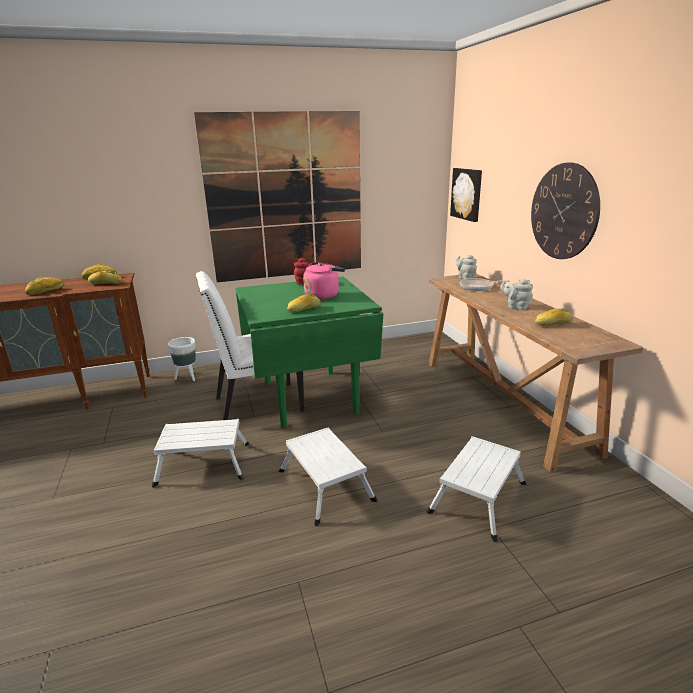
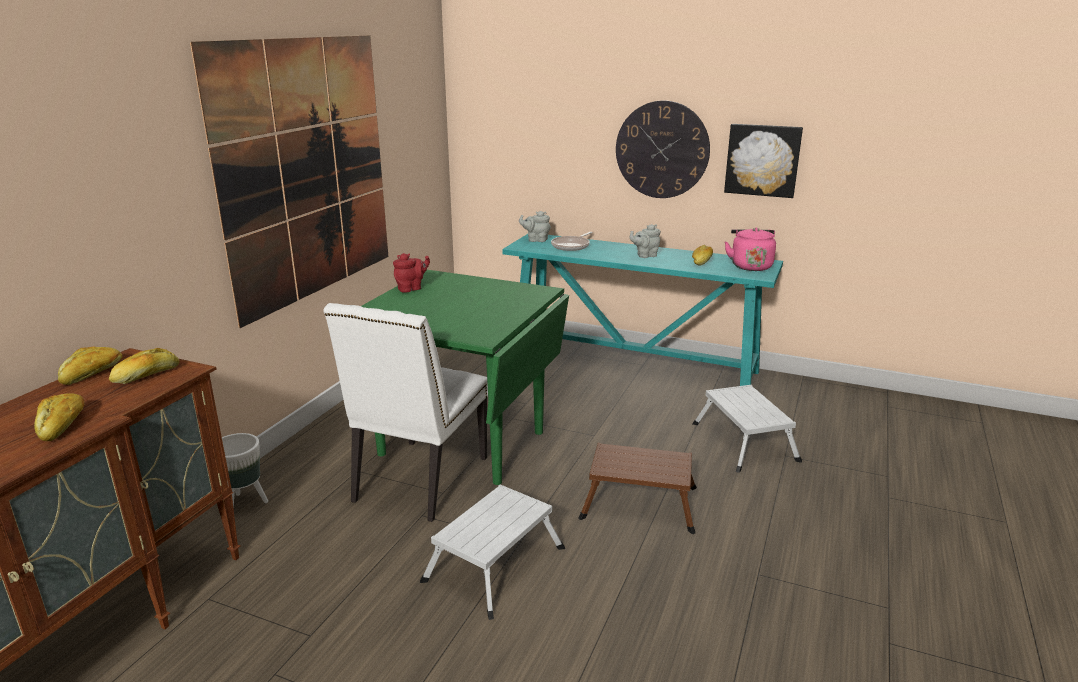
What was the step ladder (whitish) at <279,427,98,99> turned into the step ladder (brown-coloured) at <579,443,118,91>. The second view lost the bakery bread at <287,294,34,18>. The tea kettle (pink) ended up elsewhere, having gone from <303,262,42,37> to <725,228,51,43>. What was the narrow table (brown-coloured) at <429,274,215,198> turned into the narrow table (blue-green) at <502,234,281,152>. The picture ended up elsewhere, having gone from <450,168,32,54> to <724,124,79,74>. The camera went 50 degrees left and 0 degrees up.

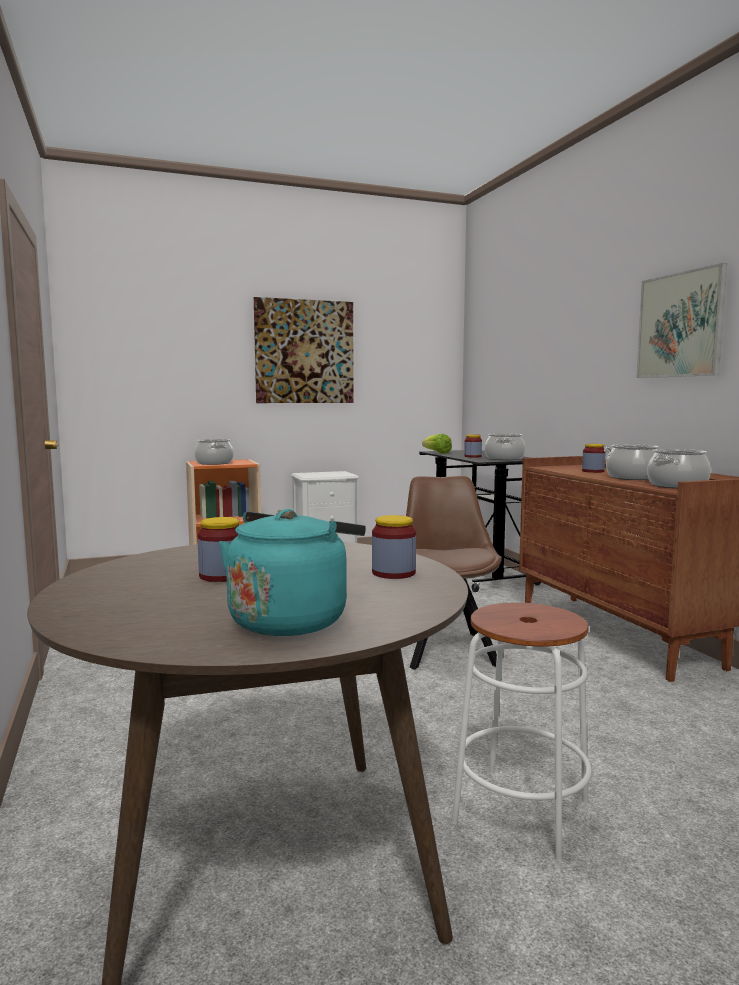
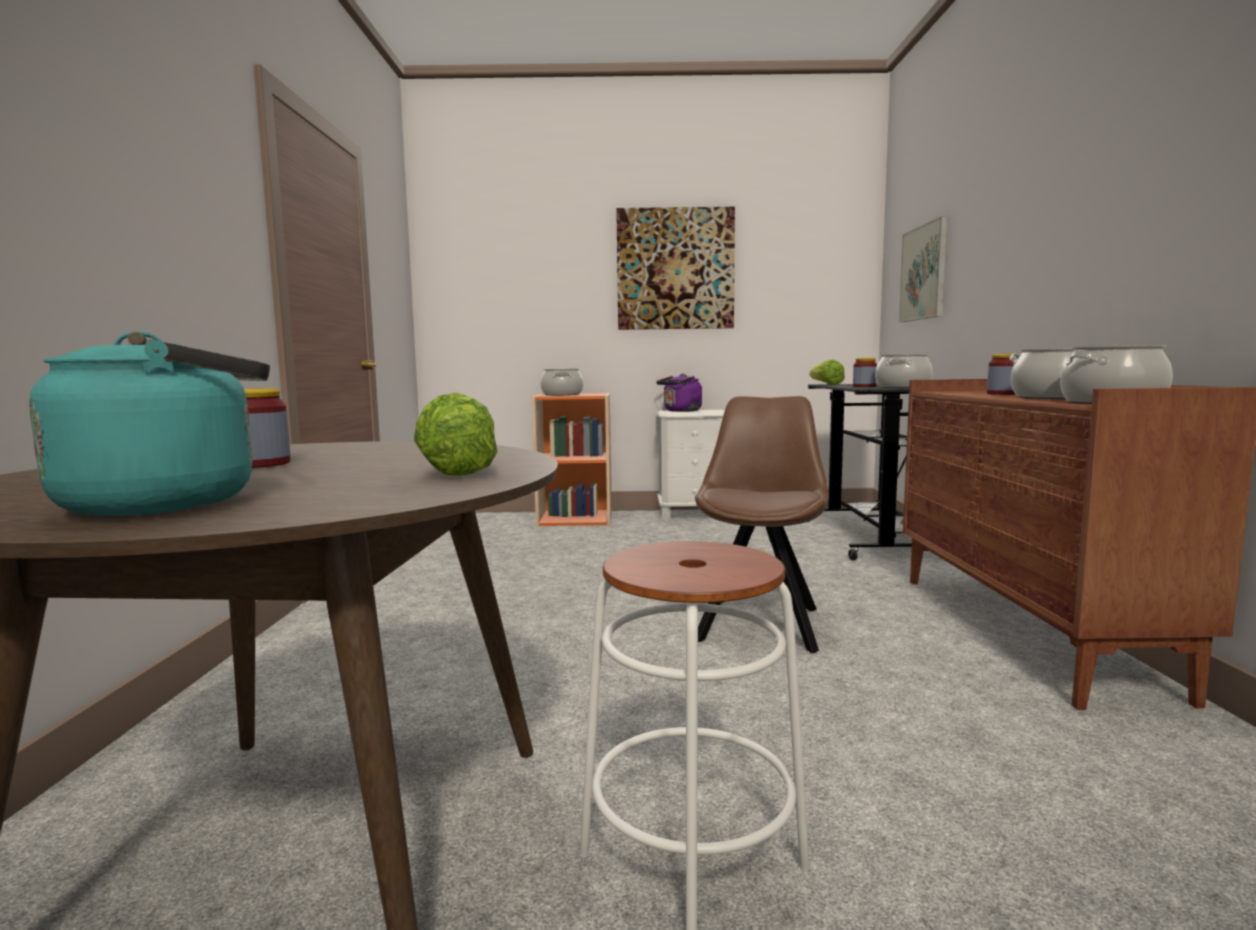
Where the storage jar stood at <372,515,44,64>, the lettuce head came to stand at <414,392,84,84>. The picture ended up elsewhere, having gone from <636,263,91,115> to <899,216,48,106>. The second view gained the tea kettle (purple-coloured) at <656,374,46,38>. The camera went 20 degrees right and 0 degrees up.

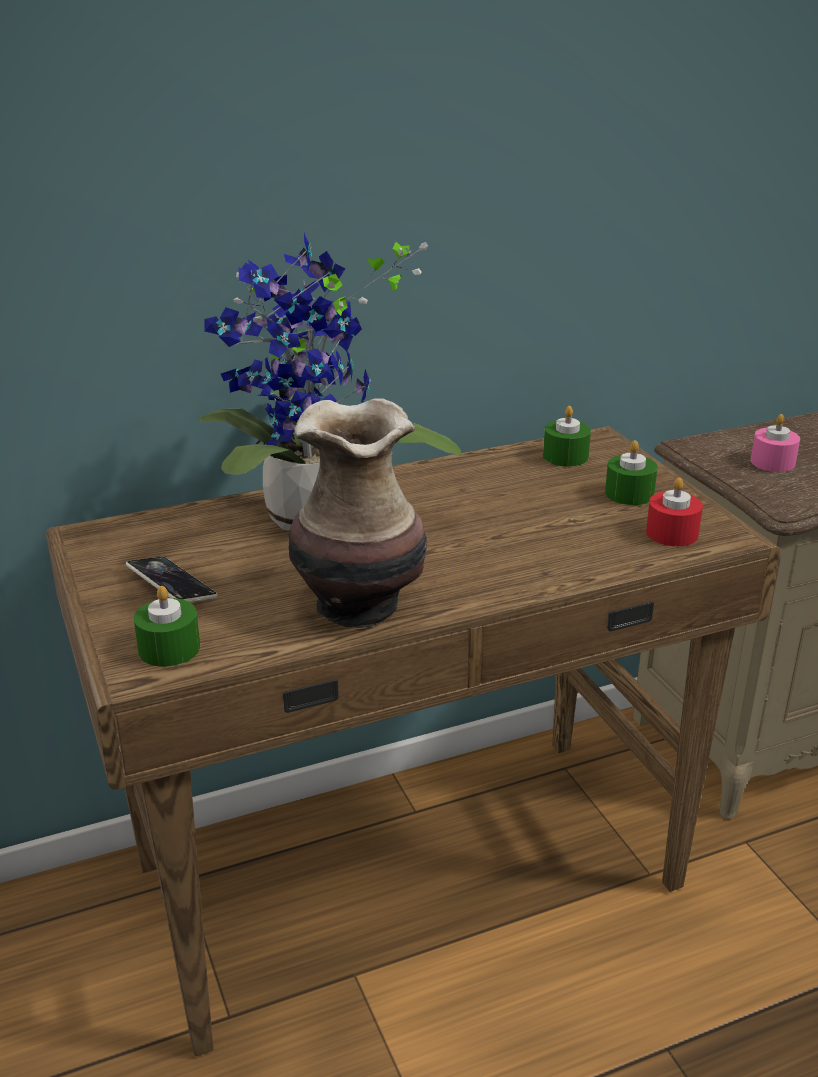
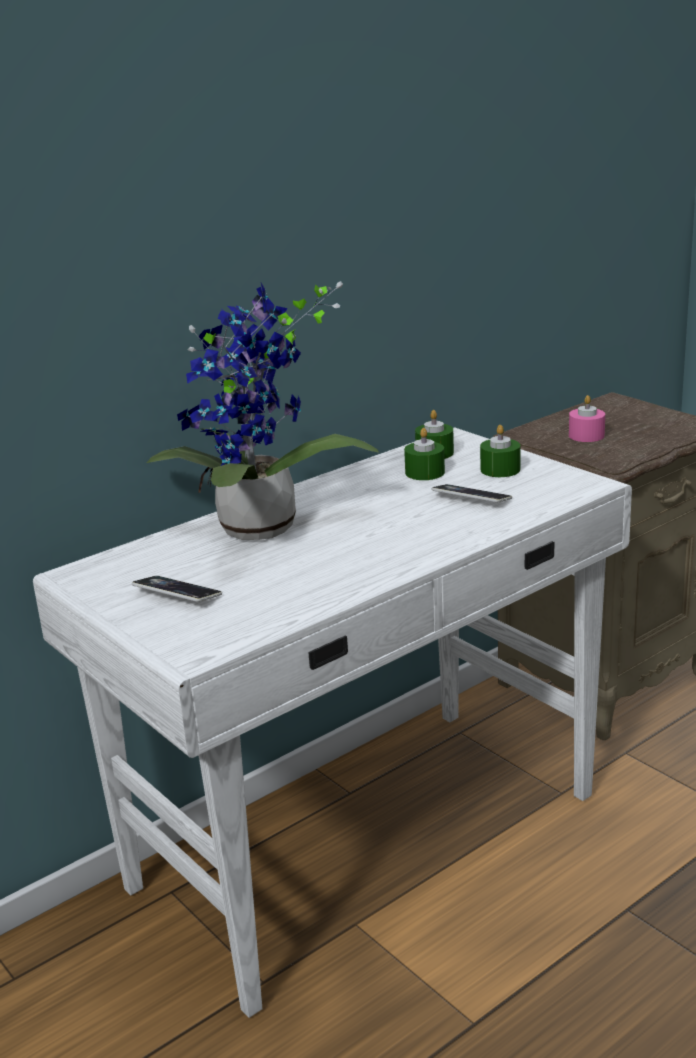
What was the narrow table (brown-coloured) at <46,426,735,631> turned into the narrow table (whitish) at <33,428,599,590>. The wax candle (green) ended up elsewhere, having gone from <134,586,66,81> to <404,428,41,52>. The second view lost the decorative vase at <288,398,139,230>. The second view lost the wax candle (red-coloured) at <646,477,57,69>. The second view gained the telephone at <431,484,81,18>. The camera went 15 degrees left and 5 degrees down.

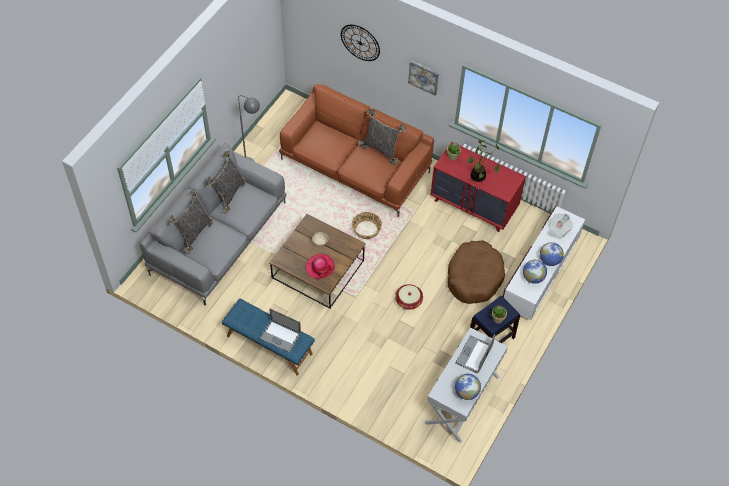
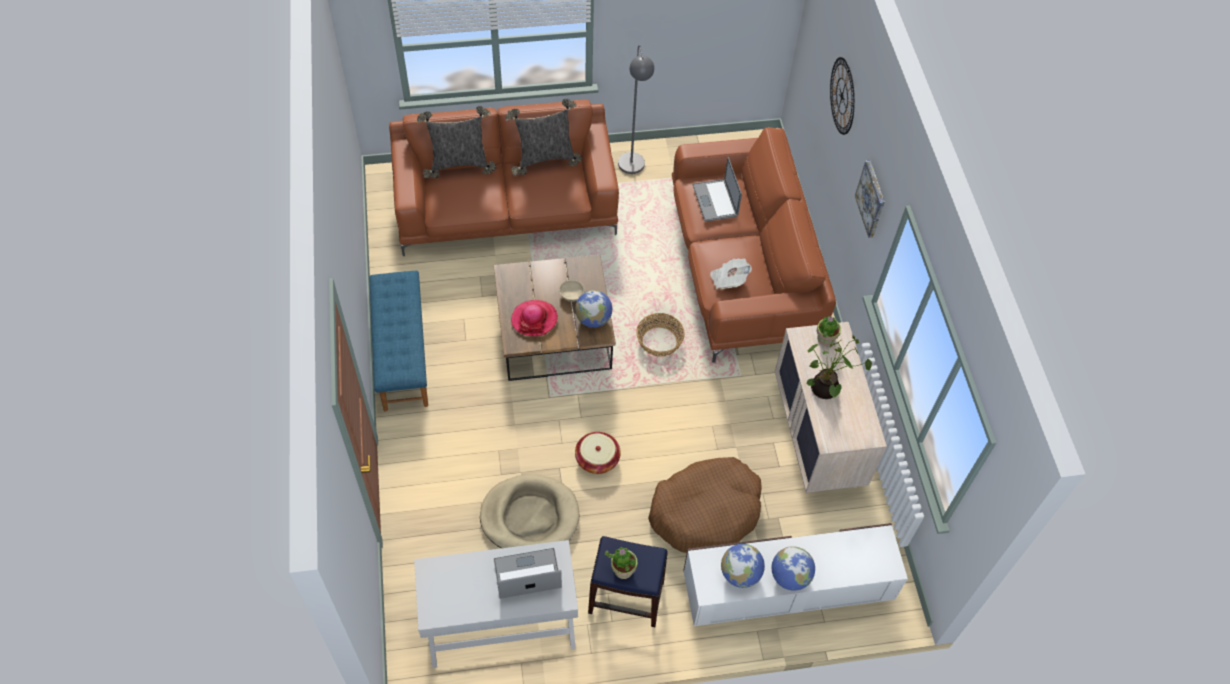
What was the settee (gray) at <139,143,148,163> turned into the settee (brown-coloured) at <389,100,230,156>. The notebook computer ended up elsewhere, having gone from <259,309,42,44> to <693,157,49,65>. The second view lost the cushion at <357,109,50,56>. What was the drawer chest (red-coloured) at <430,142,96,90> turned into the drawer chest (beige) at <775,322,112,172>. The desk globe ended up elsewhere, having gone from <455,374,26,26> to <575,290,37,38>. The daily paper ended up elsewhere, having gone from <547,213,26,26> to <710,259,42,30>. The second view gained the dog cushion (beige) at <480,474,99,74>. The camera went 50 degrees right and 0 degrees up.

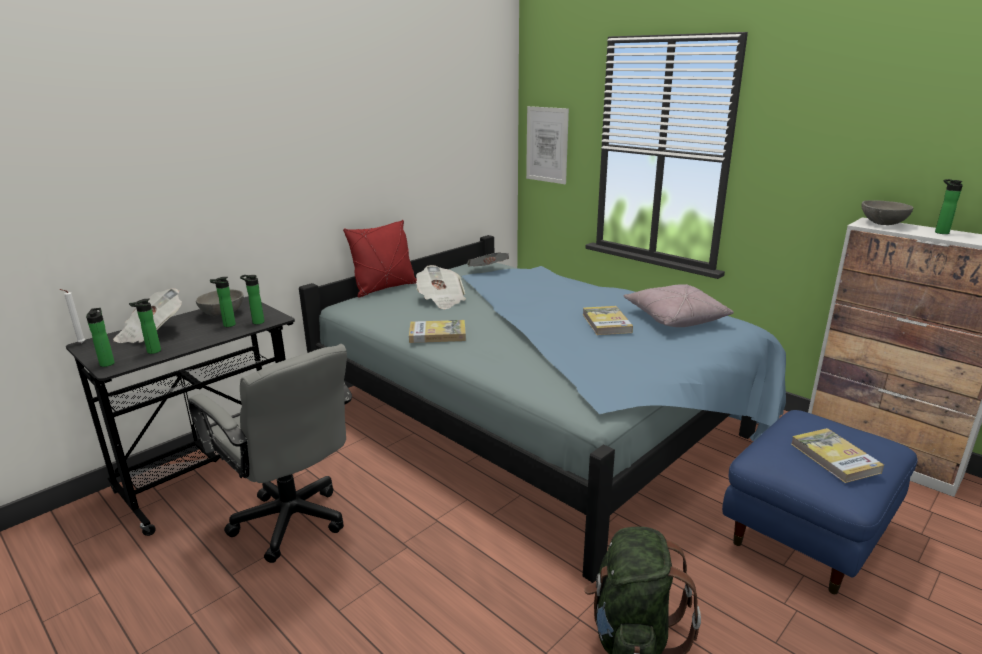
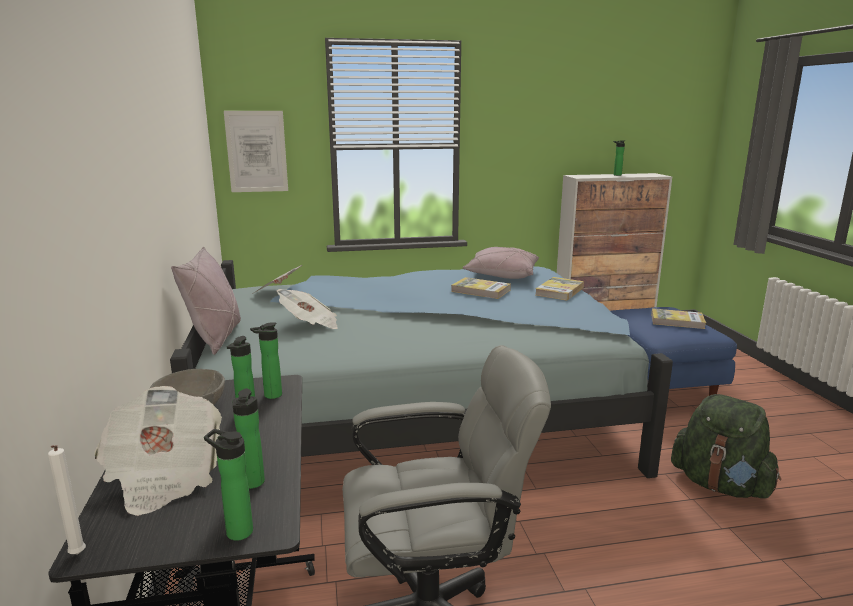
What was the cushion (red-coloured) at <343,220,74,78> turned into the cushion (purple-coloured) at <171,247,70,108>. The volume ended up elsewhere, having gone from <409,320,57,23> to <535,277,49,24>. The second view lost the bowl (gray) at <861,200,52,25>. The camera went 55 degrees left and 5 degrees down.

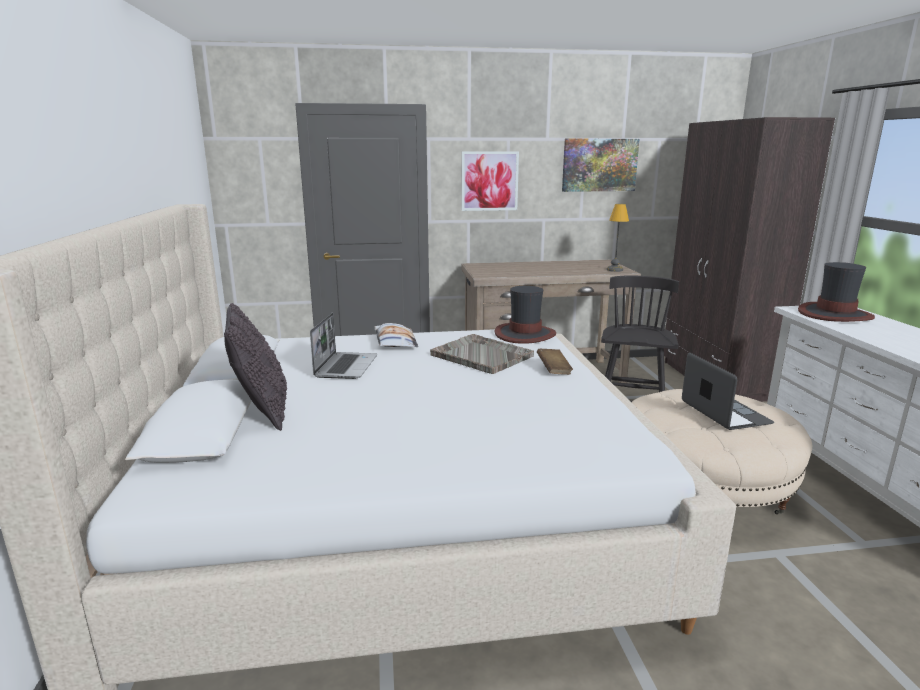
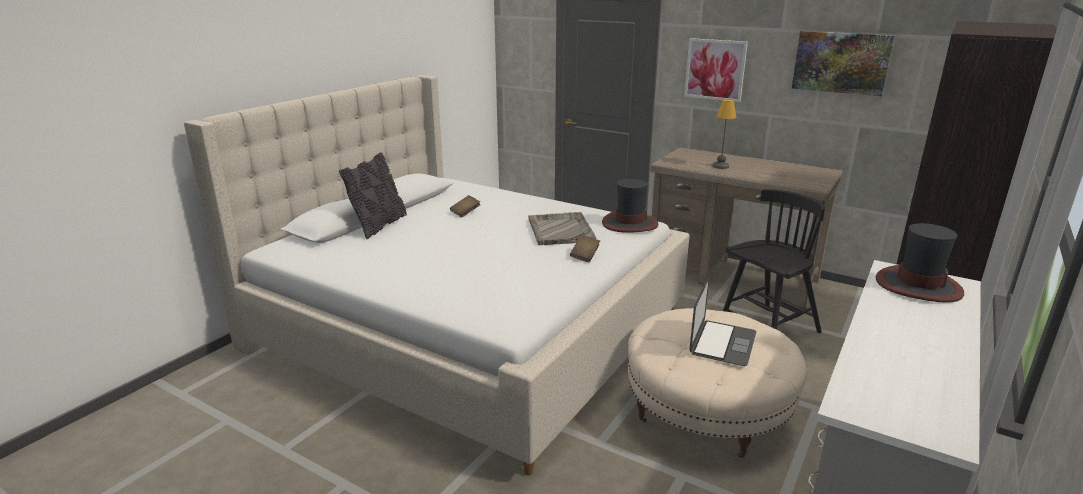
Where the notebook computer stood at <310,313,67,66>, the volume (brown-coloured) came to stand at <450,195,30,22>. The second view lost the cushion at <375,323,43,24>. The table lamp ended up elsewhere, having gone from <607,204,22,68> to <712,99,25,70>. The camera went 40 degrees right and 5 degrees up.

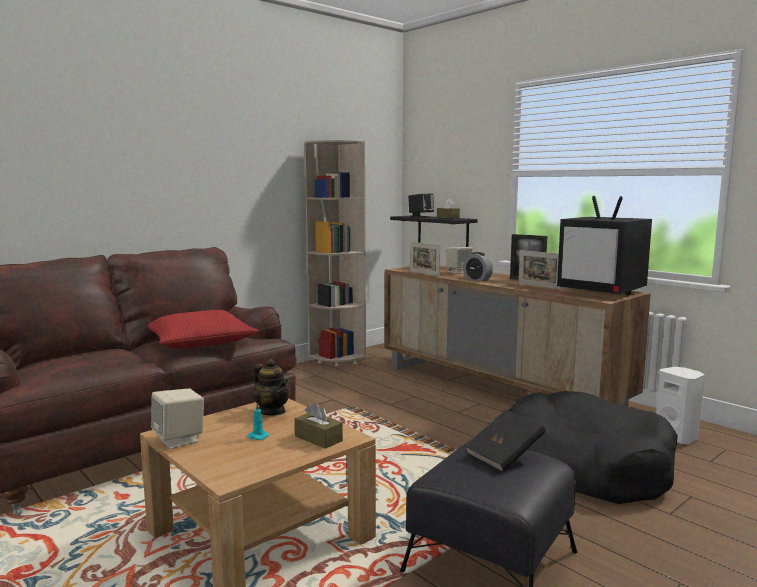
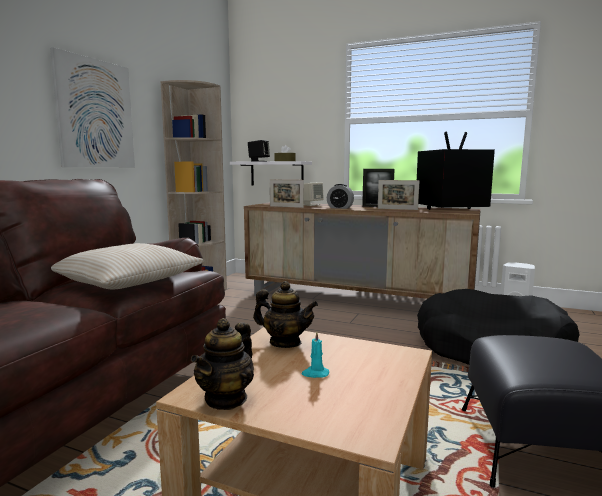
What was the cushion (red-coloured) at <147,310,112,39> turned into the cushion (beige) at <51,243,154,46>. Where the loudspeaker (beige) stood at <151,389,53,60>, the pot for tea came to stand at <191,318,63,92>. The second view lost the tissue holder (brown-coloured) at <295,402,48,47>. What was the wall shelf (blackish) at <390,215,88,32> turned into the wall shelf (whitish) at <230,161,82,25>. The second view lost the volume (blackish) at <465,410,80,62>. The TV at <557,196,95,99> ended up facing another way, 150 degrees clockwise from before. The second view gained the picture at <50,47,85,120>. The camera went 25 degrees left and 0 degrees up.

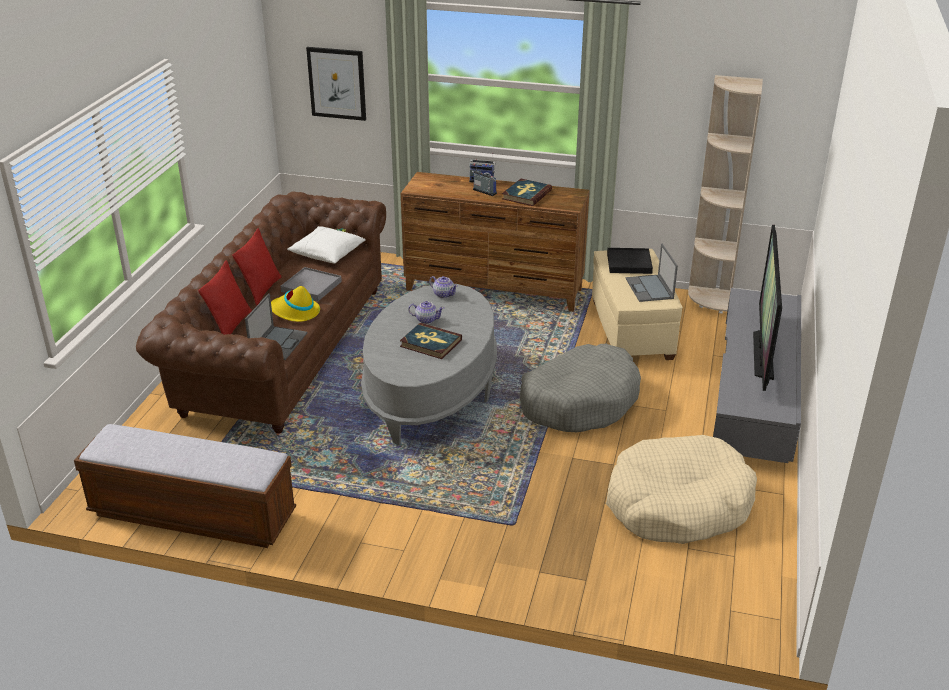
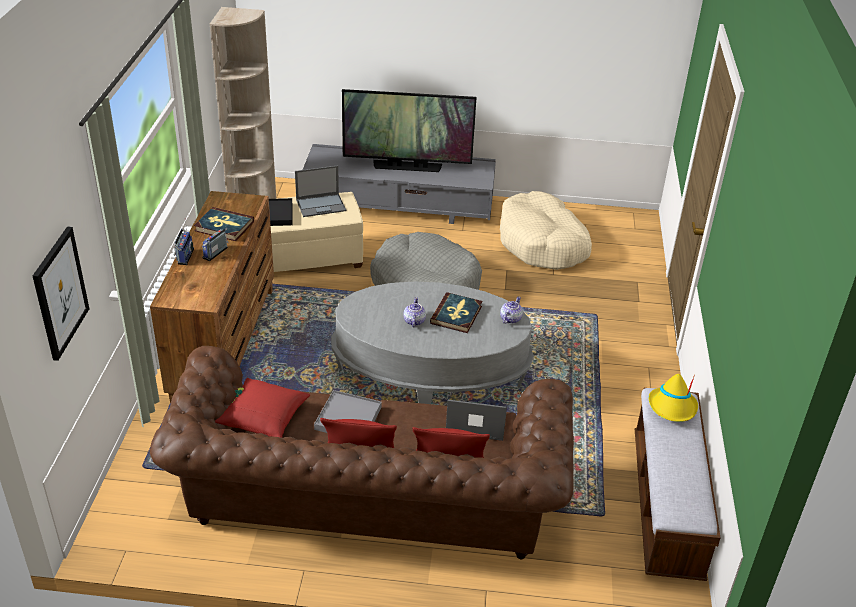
The wearable hat (yellow) ended up elsewhere, having gone from <271,286,49,36> to <649,374,49,48>. What was the cushion (whitish) at <287,226,79,38> turned into the cushion (red-coloured) at <215,378,95,60>. The pot for tea ended up elsewhere, having gone from <429,276,29,22> to <500,297,23,27>. The camera went 100 degrees left and 5 degrees up.

